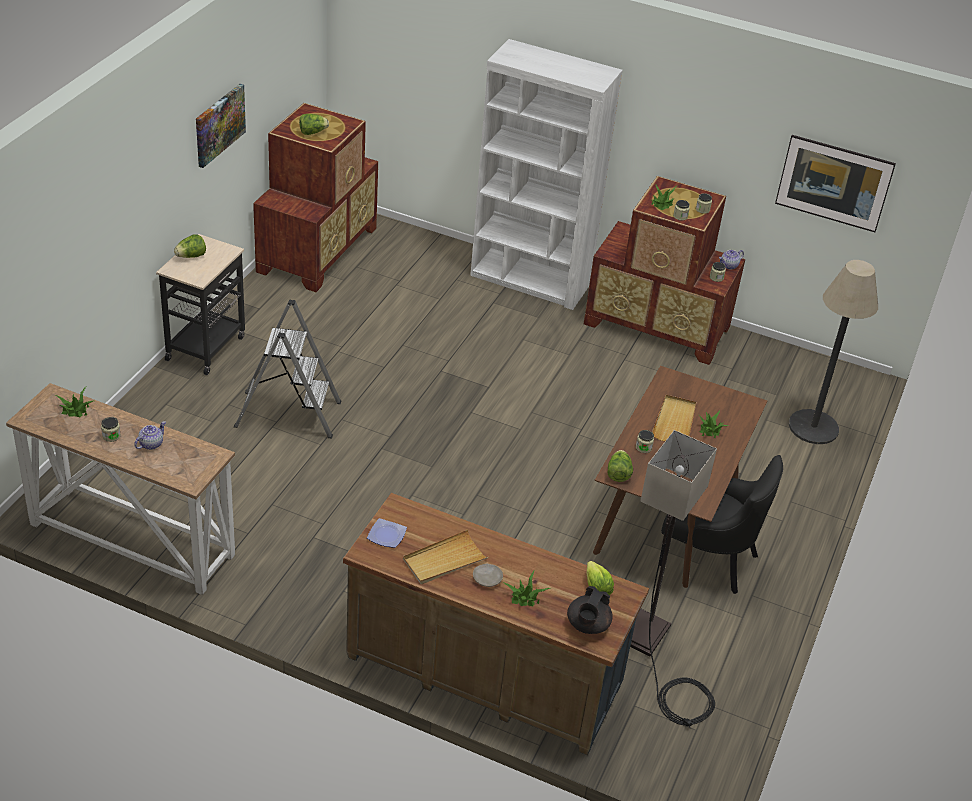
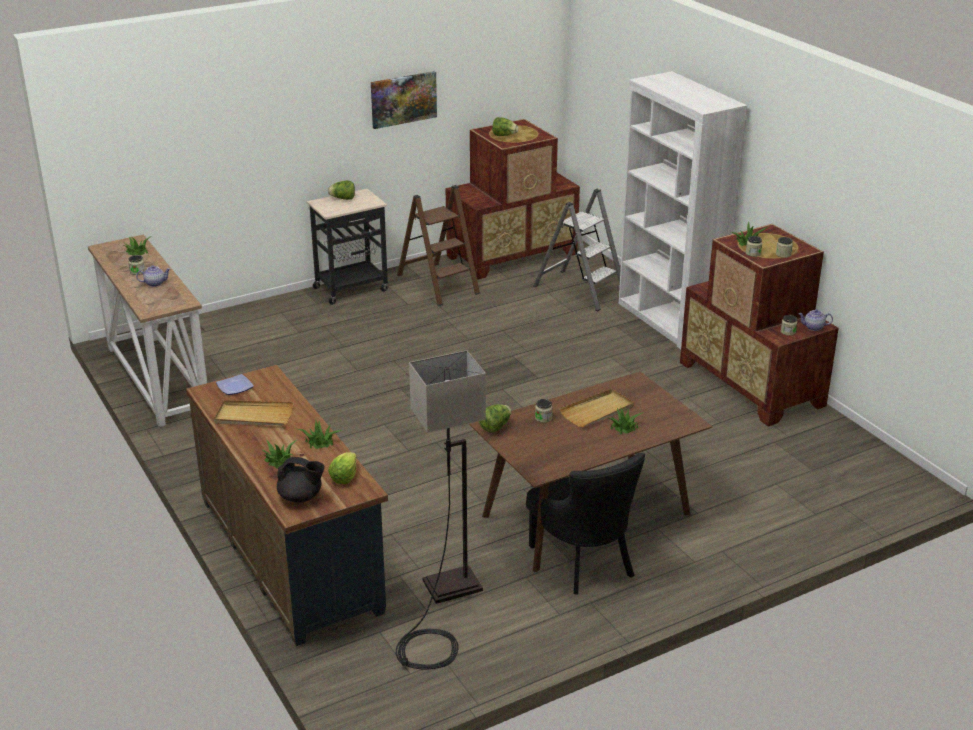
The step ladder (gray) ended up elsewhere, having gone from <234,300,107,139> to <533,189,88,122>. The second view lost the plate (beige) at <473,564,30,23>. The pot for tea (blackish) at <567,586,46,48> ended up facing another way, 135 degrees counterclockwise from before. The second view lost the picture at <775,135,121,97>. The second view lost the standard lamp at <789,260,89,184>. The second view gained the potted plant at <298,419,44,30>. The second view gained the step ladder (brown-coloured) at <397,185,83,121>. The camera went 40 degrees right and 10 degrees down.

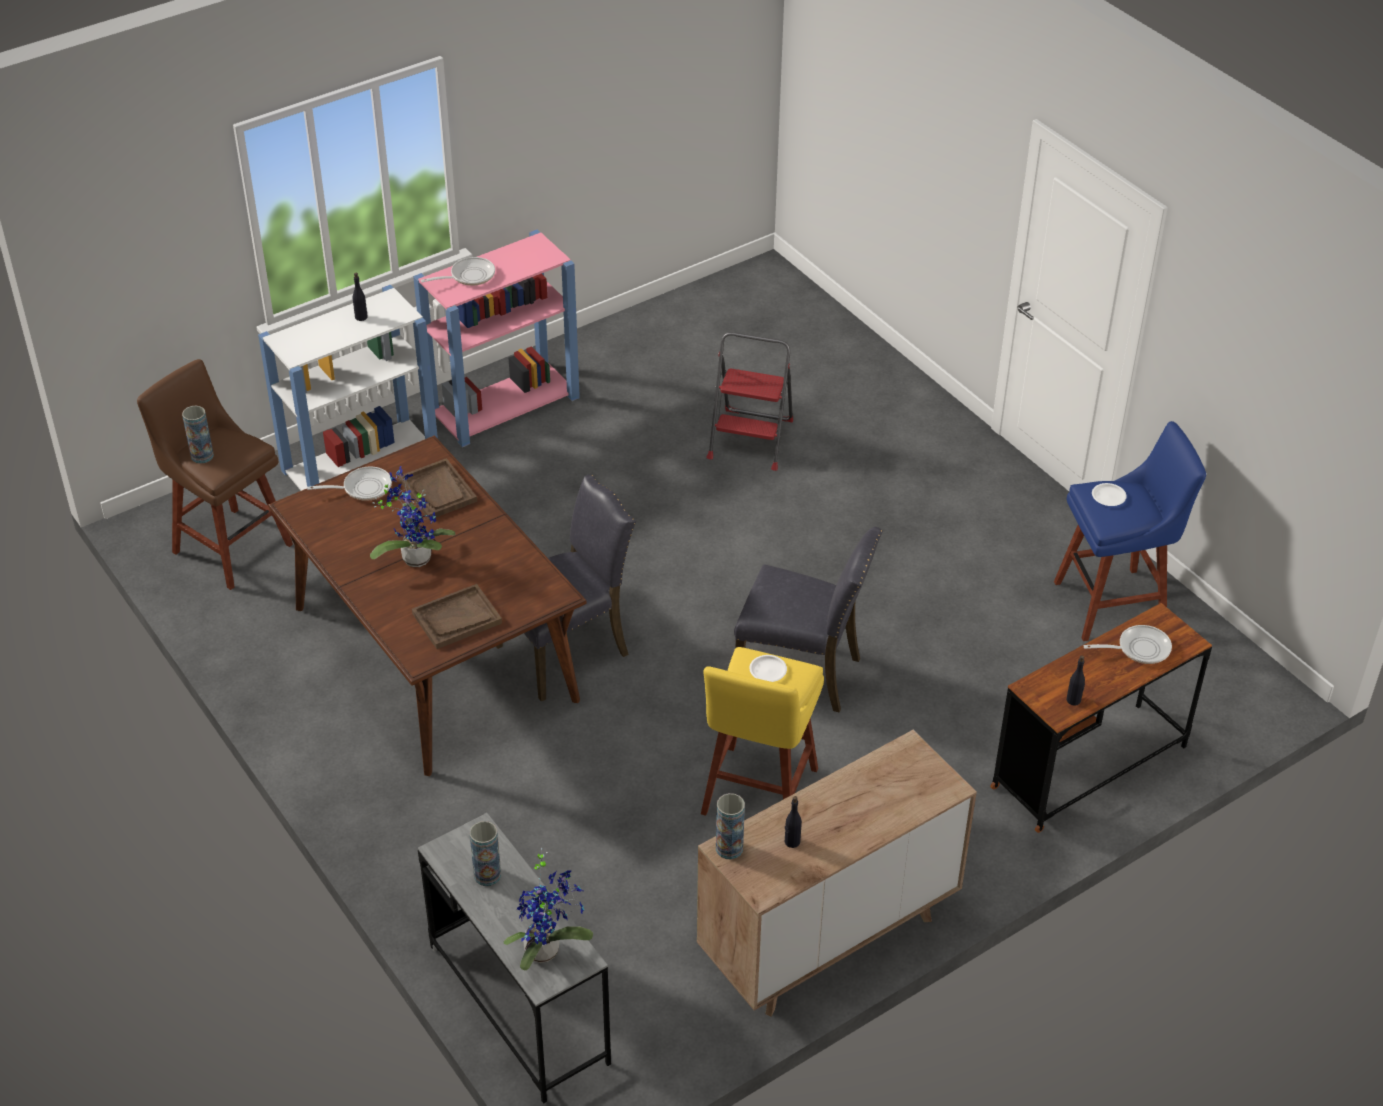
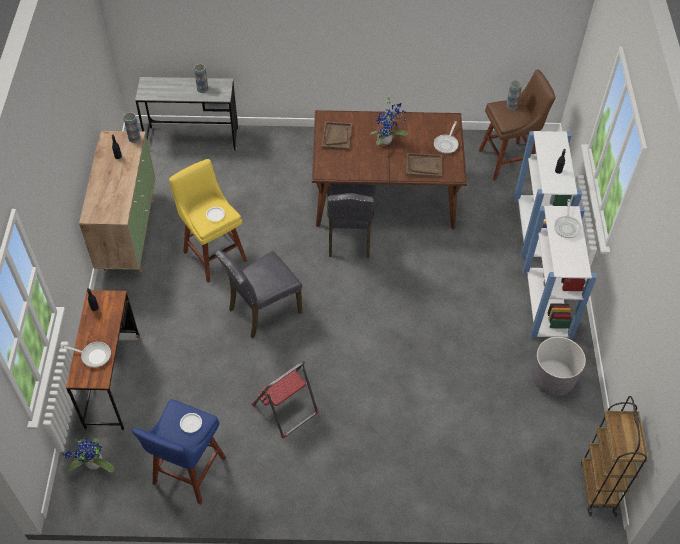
What was the bookcase (pink) at <413,230,167,217> turned into the bookcase (whitish) at <523,206,74,133>. The potted plant ended up elsewhere, having gone from <504,848,89,122> to <63,437,52,36>. The step ladder (red-coloured) ended up elsewhere, having gone from <706,332,87,139> to <251,361,68,78>. The pan at <1084,625,88,39> ended up facing another way, 105 degrees counterclockwise from before. The second view gained the flower pot (gray) at <532,337,54,59>. The second view gained the cart (brown-coloured) at <581,396,67,121>. The camera went 125 degrees right and 10 degrees up.

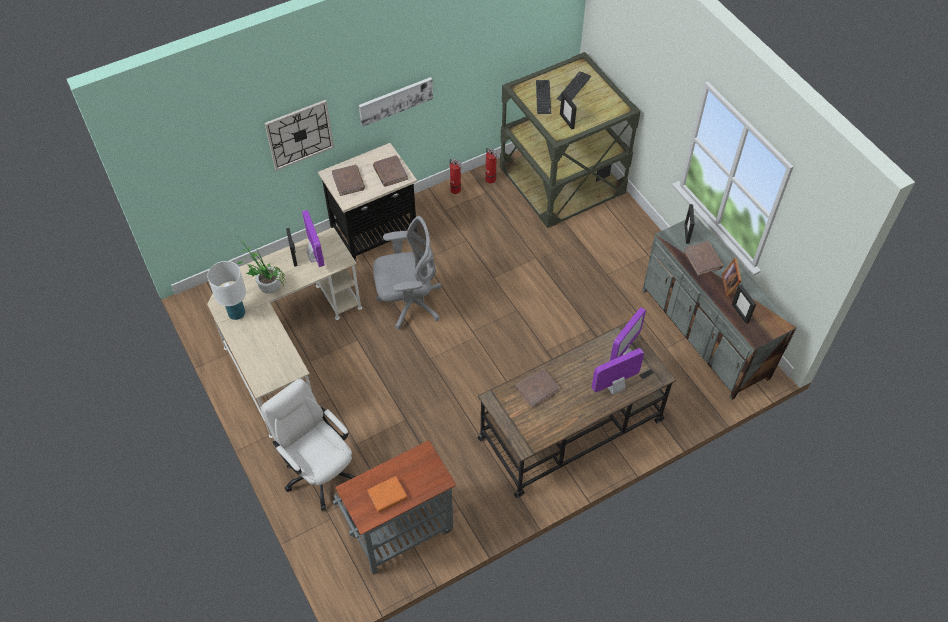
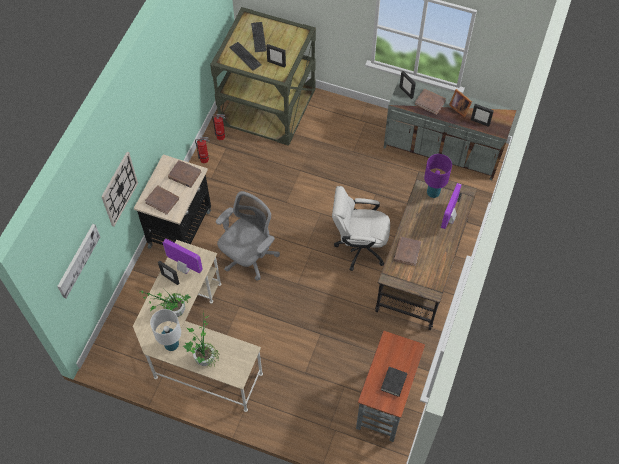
The desk chair (whitish) ended up elsewhere, having gone from <261,378,94,133> to <332,186,58,85>. The picture ended up elsewhere, having gone from <359,77,74,50> to <57,224,43,75>. What was the volume (orangey) at <367,476,41,37> turned into the volume (blackish) at <381,367,26,30>. Where the computer screen stood at <610,307,36,54>, the table lamp (purple-coloured) came to stand at <424,154,28,44>. The second view gained the potted plant at <183,313,38,55>. The camera went 40 degrees left and 5 degrees up.

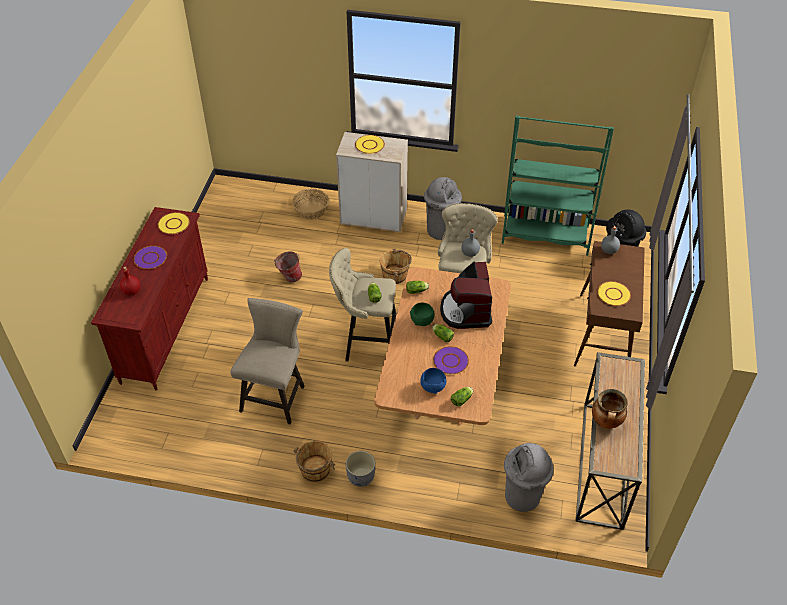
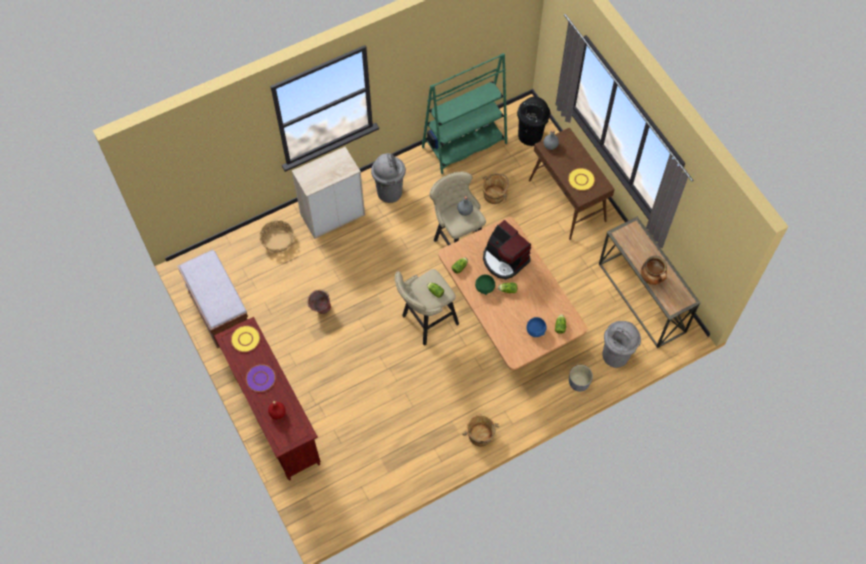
The second view lost the stool seat (beige) at <230,298,74,127>. The flower pot (gray) ended up elsewhere, having gone from <346,451,29,36> to <569,365,24,27>. The second view lost the plate (yellow) at <355,135,30,19>. The water bucket (brown-coloured) ended up elsewhere, having gone from <380,248,32,36> to <482,174,27,30>. The second view lost the plate (purple-coloured) at <433,346,36,28>. The second view gained the indoor bench (brown-coloured) at <177,249,71,99>. The camera went 40 degrees left and 15 degrees up.

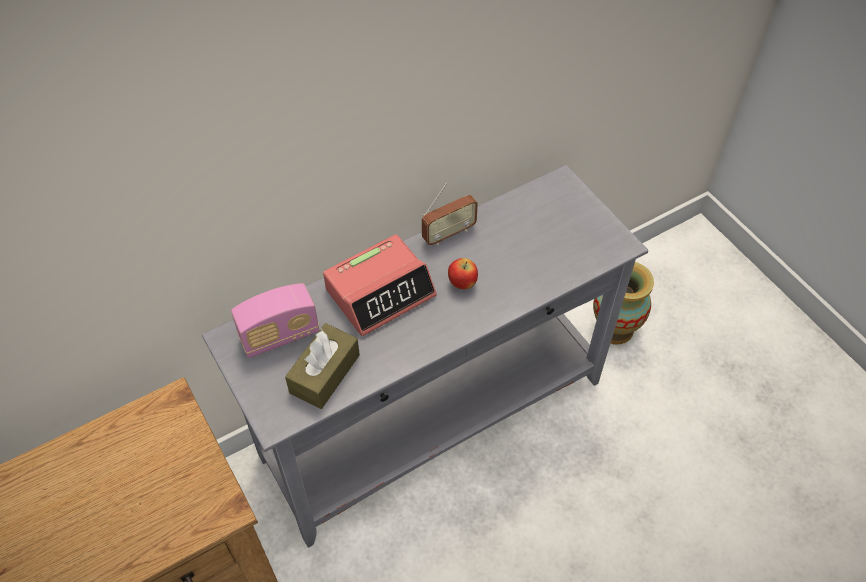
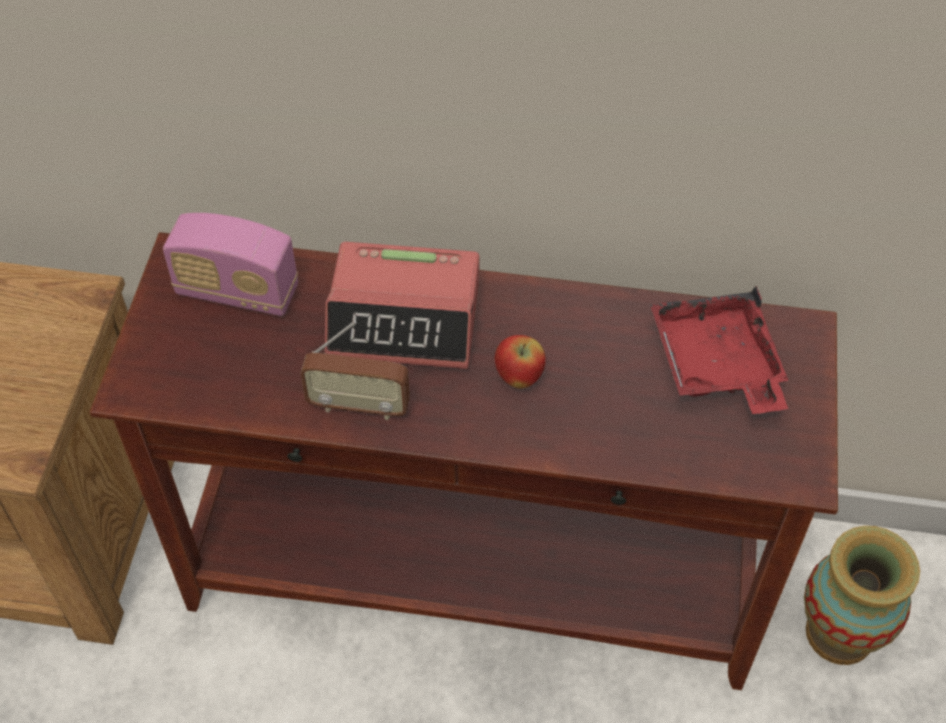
What was the narrow table (gray) at <202,165,446,383> turned into the narrow table (brown-coloured) at <90,232,748,458>. The second view lost the tissue holder (brown-coloured) at <285,323,75,86>. The radio set ended up elsewhere, having gone from <422,181,56,64> to <300,321,110,99>. The second view gained the tray (red-coloured) at <651,286,137,128>. The camera went 40 degrees right and 0 degrees up.

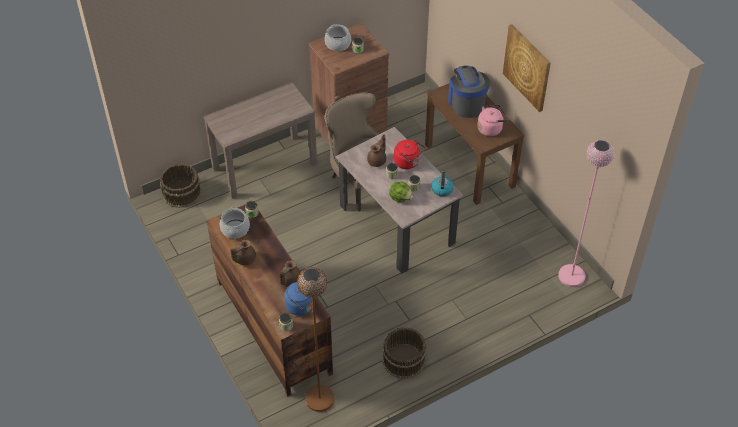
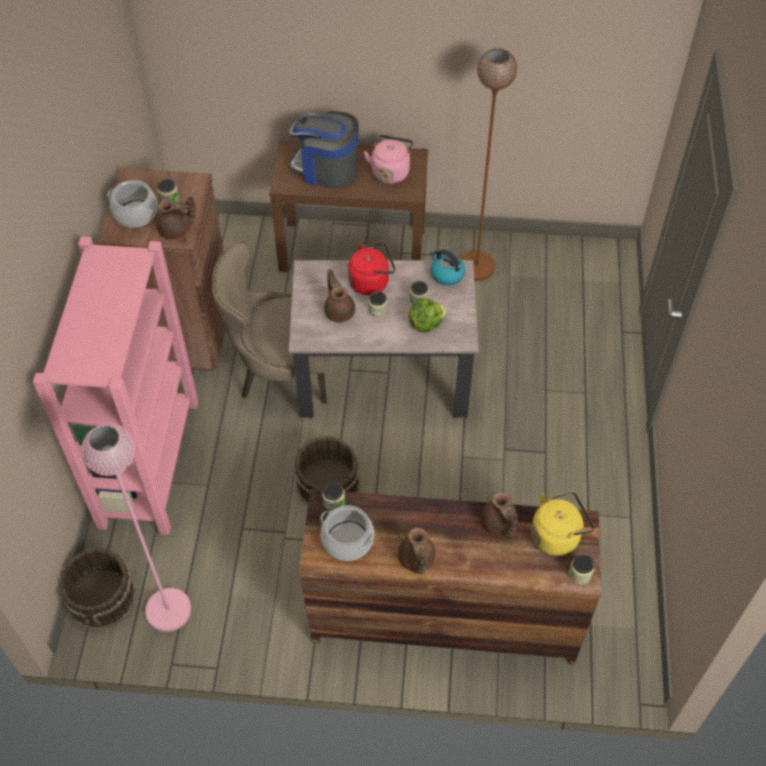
Where the narrow table (brown-coloured) stood at <203,83,114,116>, the bookcase (pink) came to stand at <32,237,167,298>. What was the tea kettle (blue-coloured) at <284,282,31,33> turned into the tea kettle (yellow) at <531,491,63,65>. The standard lamp (brown-coloured) ended up elsewhere, having gone from <297,267,37,145> to <460,48,57,233>. The water bucket (brown-coloured) ended up elsewhere, having gone from <382,327,44,52> to <294,436,66,69>. The second view lost the picture at <503,24,48,88>. The standard lamp (pink) ended up elsewhere, having gone from <558,140,56,147> to <81,424,110,208>. The second view gained the pot for tea (brown-coloured) at <157,196,39,44>. The camera went 55 degrees left and 5 degrees up.

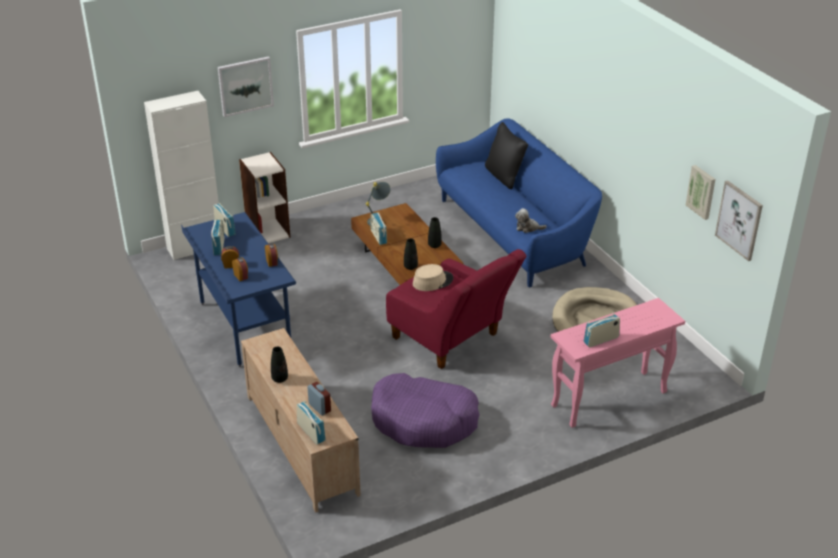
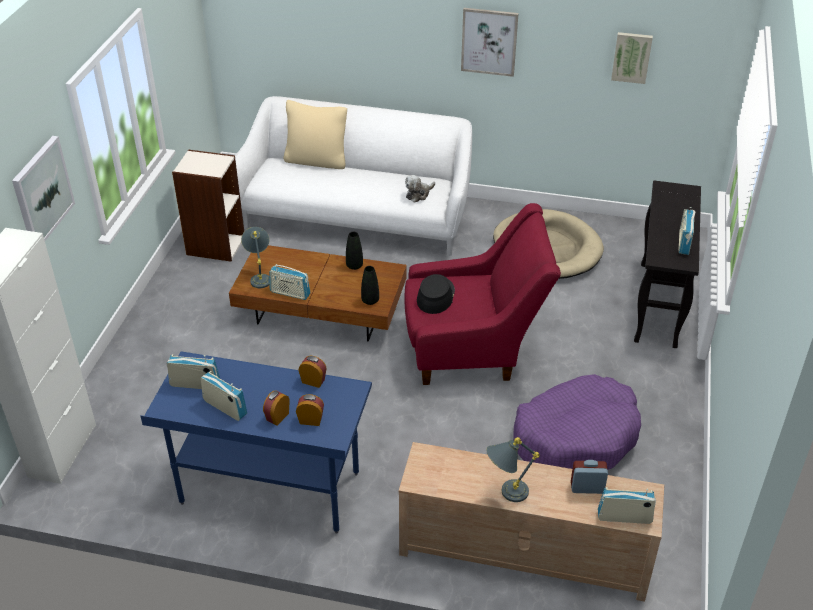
The bookcase ended up elsewhere, having gone from <239,152,51,91> to <172,150,72,112>. Where the decorative vase (blackish) stood at <271,346,17,37>, the table lamp (gray) came to stand at <486,437,54,65>. What was the wearable hat (beige) at <413,264,40,27> turned into the wearable hat (blackish) at <417,274,38,40>. What was the settee (blue-coloured) at <436,118,166,169> turned into the settee (whitish) at <235,96,237,160>. What was the cushion (blackish) at <485,122,43,67> turned into the cushion (beige) at <284,100,63,69>. What was the narrow table (pink) at <551,298,134,130> turned into the narrow table (blackish) at <634,180,67,168>. The picture ended up elsewhere, having gone from <715,180,48,81> to <461,8,58,69>. The camera went 50 degrees left and 5 degrees up.

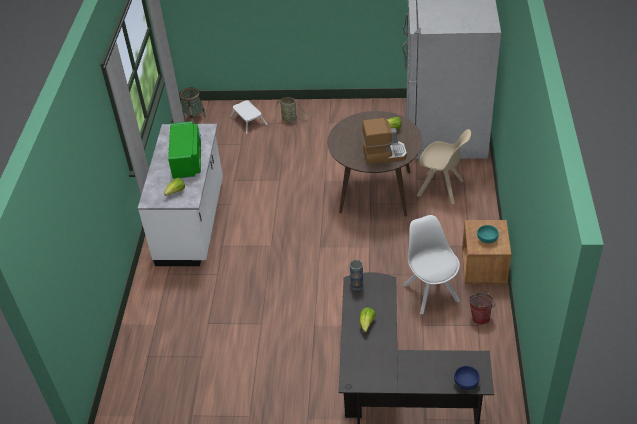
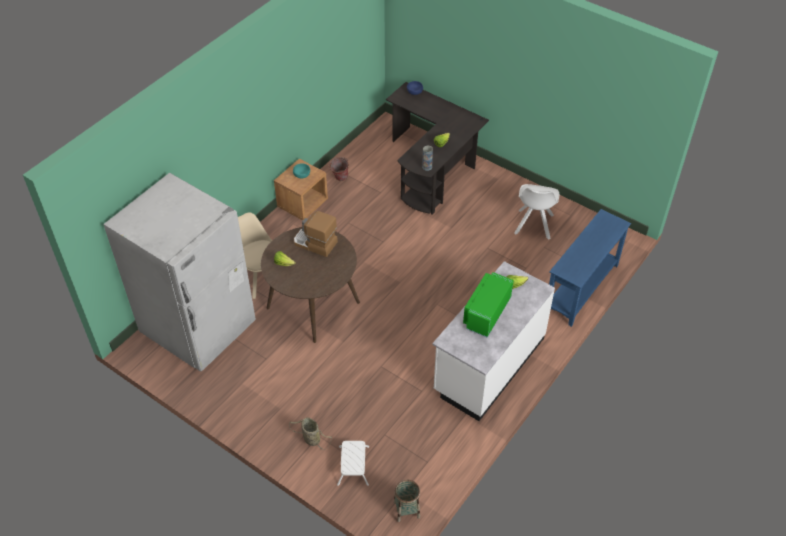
The chair (whitish) ended up elsewhere, having gone from <403,215,57,99> to <514,184,45,56>. The second view gained the narrow table (blue-coloured) at <549,209,82,118>. The camera went 150 degrees left and 5 degrees up.

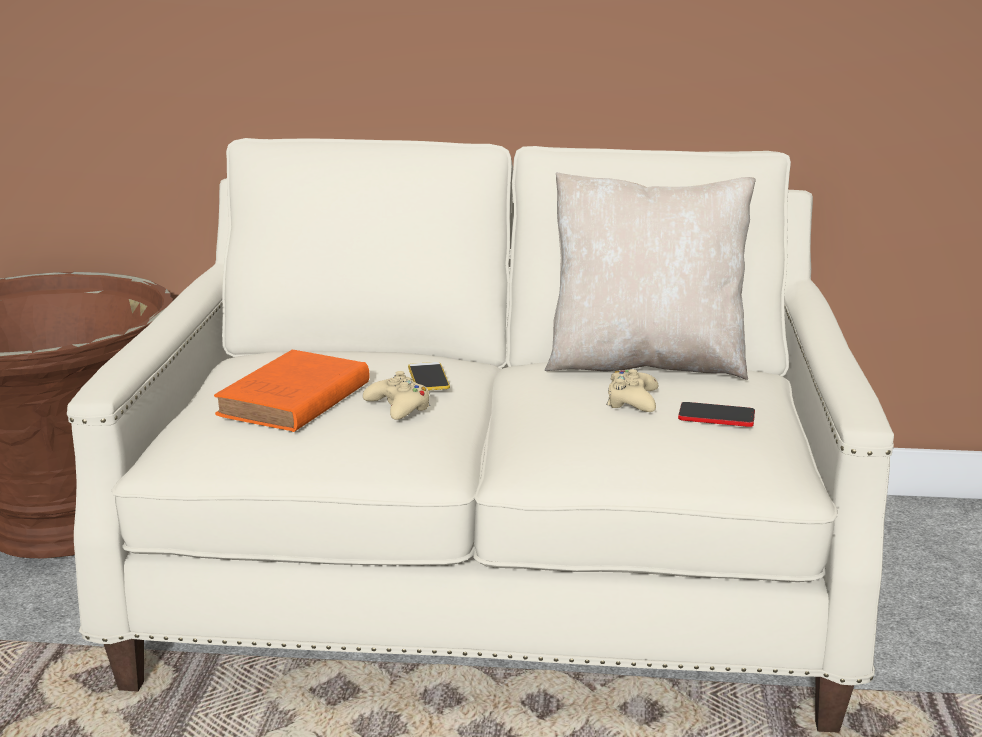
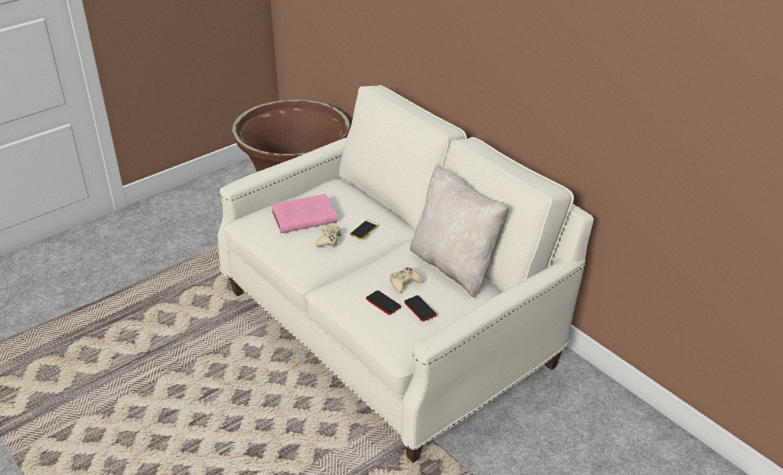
What was the volume (orangey) at <214,350,156,82> turned into the volume (pink) at <271,194,66,39>. The second view gained the telephone at <366,290,35,25>. The camera went 45 degrees right and 15 degrees up.

